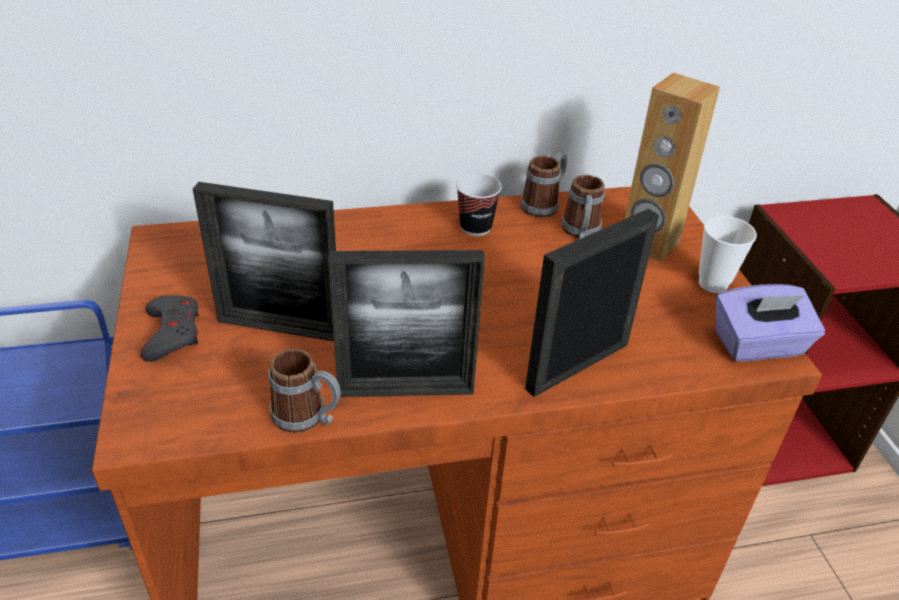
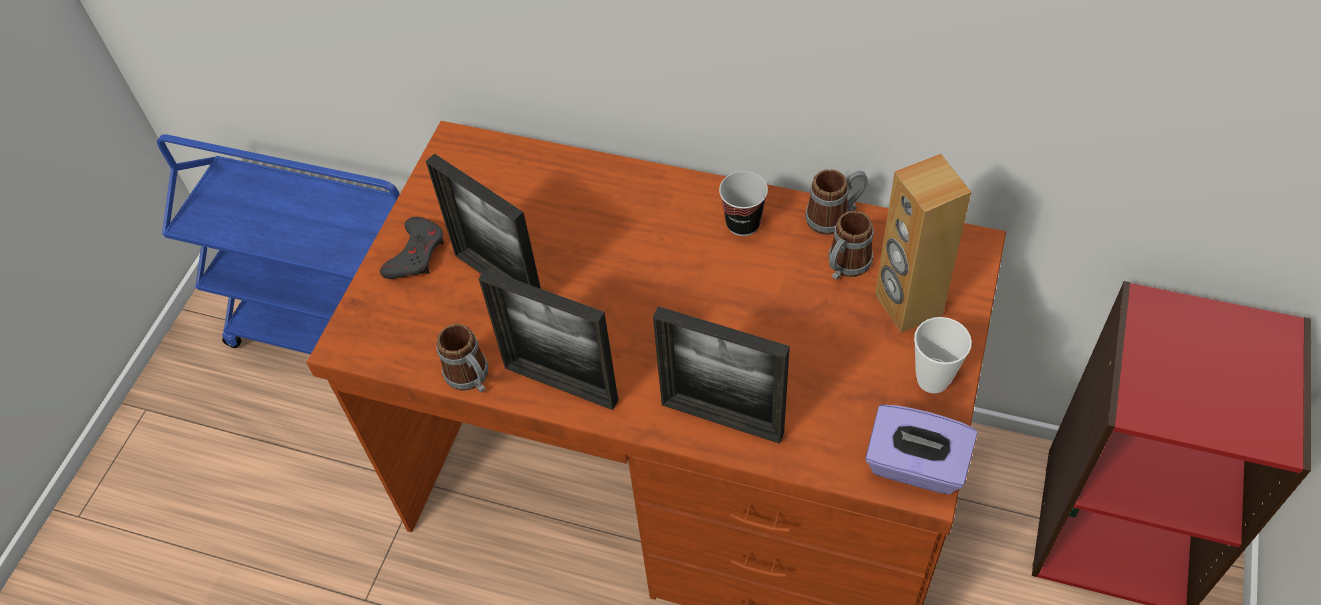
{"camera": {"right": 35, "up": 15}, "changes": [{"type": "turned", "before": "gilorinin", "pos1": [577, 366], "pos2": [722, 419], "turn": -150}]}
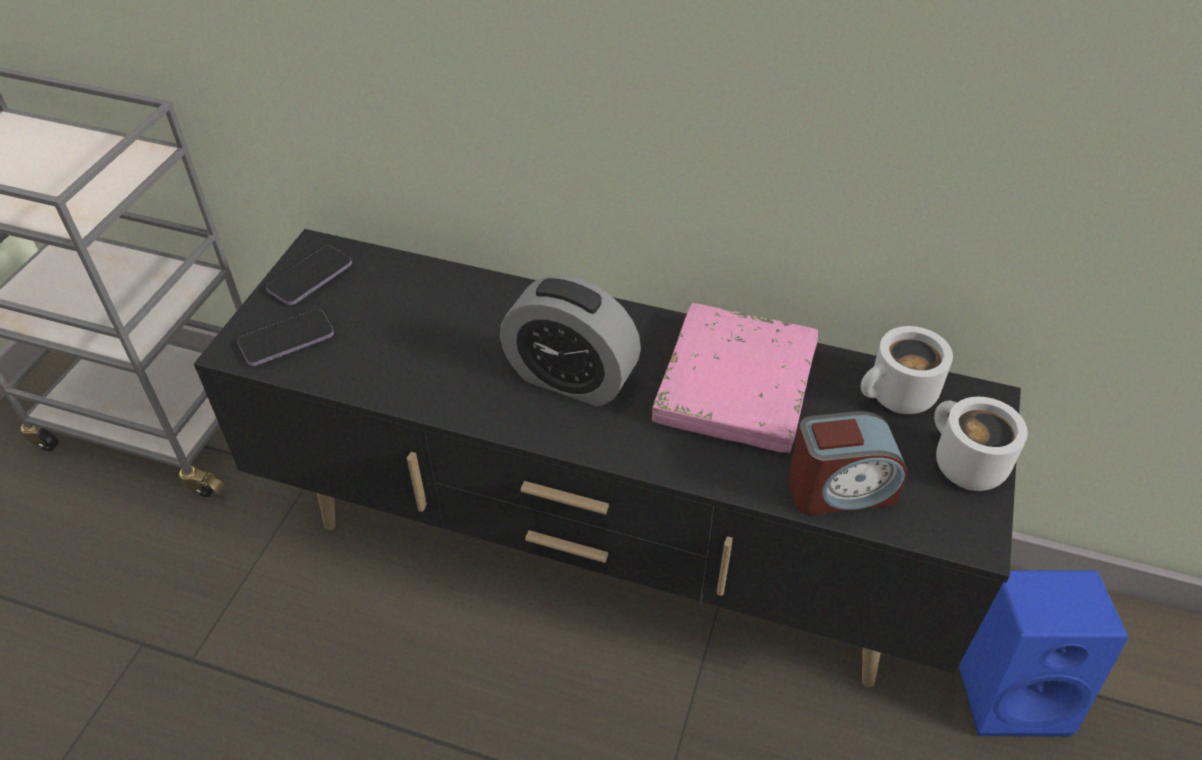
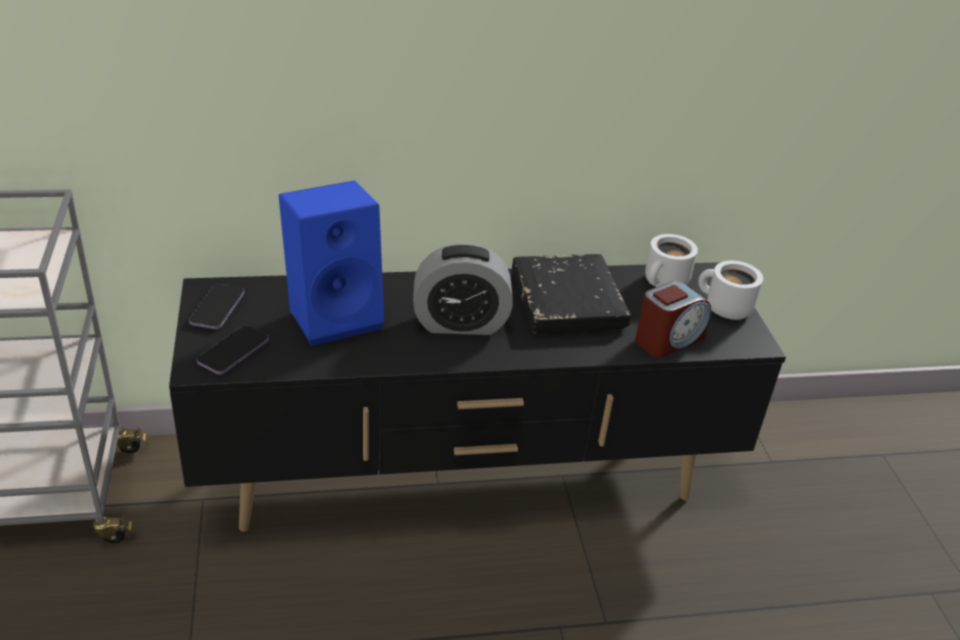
{"camera": {"right": -30, "up": -10}, "changes": [{"type": "moved", "before": "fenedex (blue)", "pos1": [1013, 691], "pos2": [335, 315]}, {"type": "recoloured", "before": "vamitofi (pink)", "after": "vamitofi (black)", "pos1": [736, 385], "pos2": [567, 300]}]}
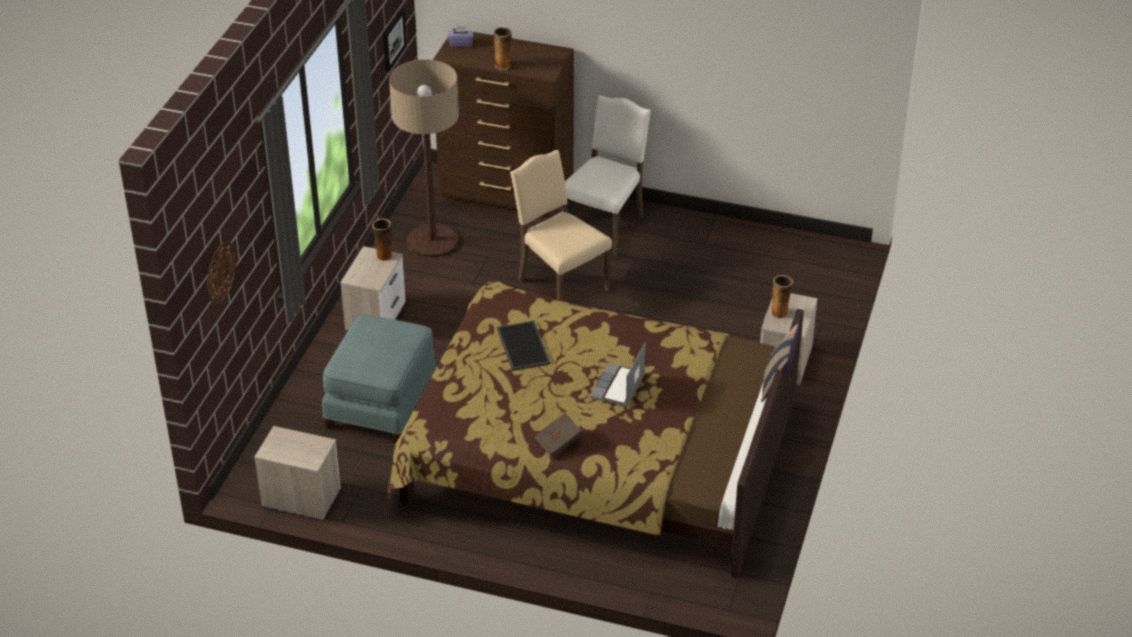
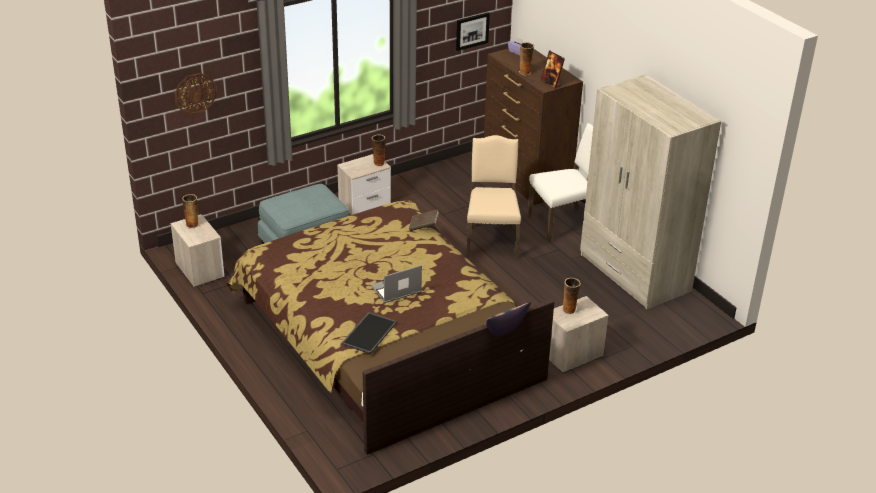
{"camera": {"right": 40, "up": -5}, "changes": [{"type": "removed", "before": "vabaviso", "pos1": [432, 241]}, {"type": "added", "after": "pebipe", "pos2": [192, 224]}, {"type": "added", "after": "gilorinin", "pos2": [551, 83]}, {"type": "added", "after": "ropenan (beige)", "pos2": [634, 273]}, {"type": "moved", "before": "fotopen", "pos1": [522, 345], "pos2": [369, 332]}, {"type": "moved", "before": "vamitofi (brown)", "pos1": [558, 443], "pos2": [423, 226]}]}
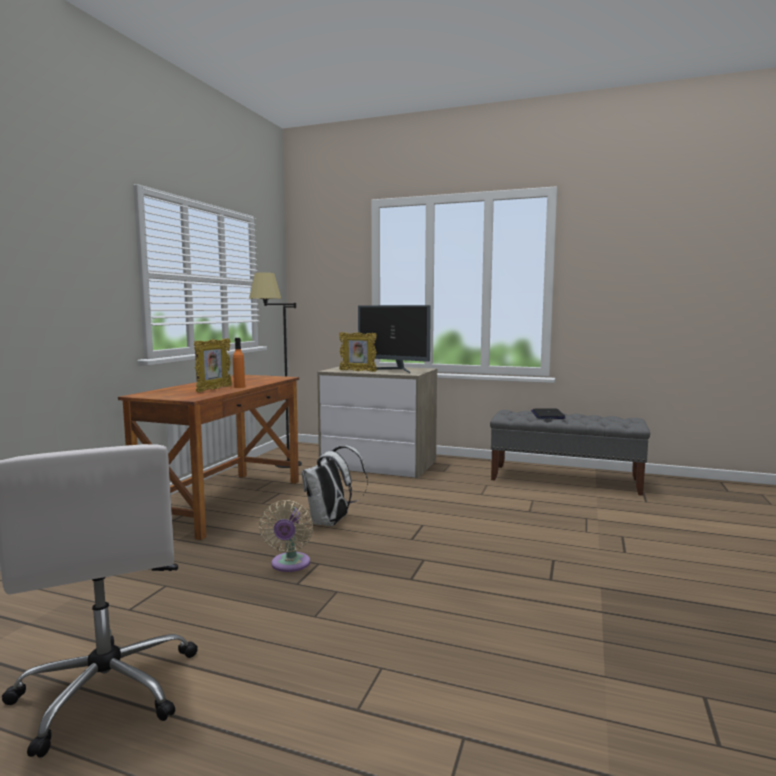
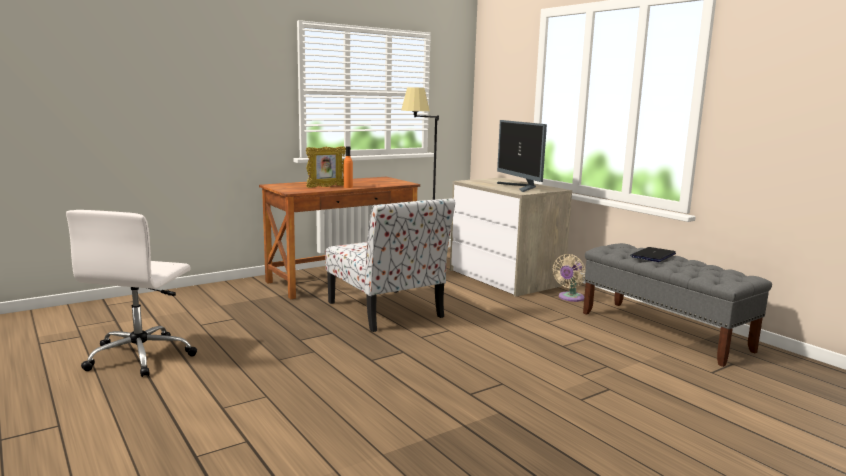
{"camera": {"right": 35, "up": 5}, "changes": [{"type": "removed", "before": "gilorinin", "pos1": [358, 371]}, {"type": "moved", "before": "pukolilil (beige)", "pos1": [289, 565], "pos2": [569, 298]}, {"type": "replaced", "before": "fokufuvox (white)", "after": "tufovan", "pos1": [331, 522], "pos2": [386, 311]}]}
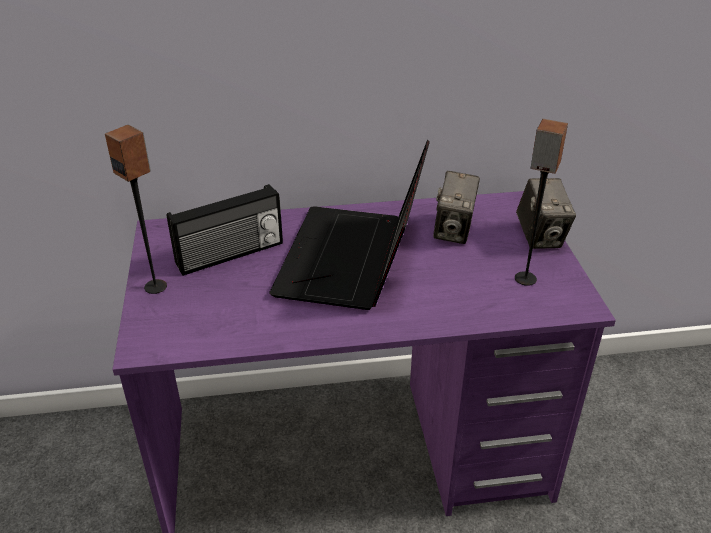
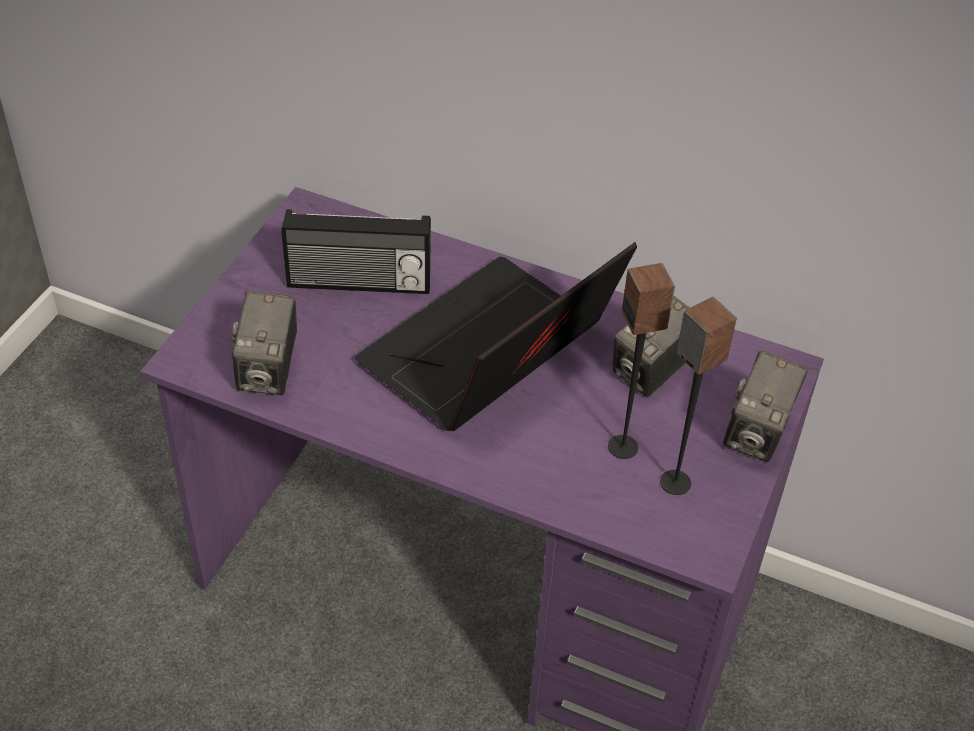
{"camera": {"right": 30, "up": 10}, "changes": [{"type": "added", "after": "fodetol", "pos2": [268, 371]}, {"type": "moved", "before": "fenedex", "pos1": [156, 286], "pos2": [623, 447]}]}
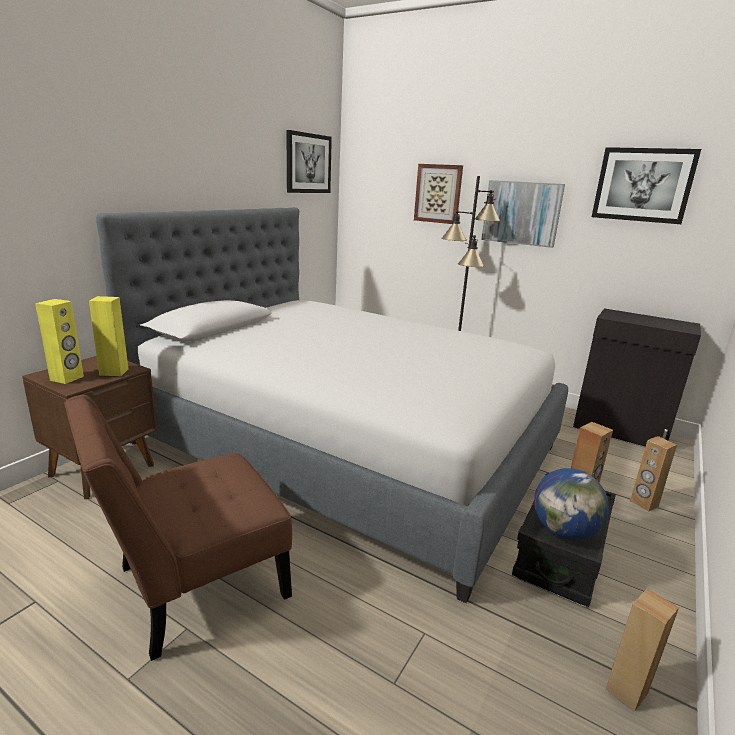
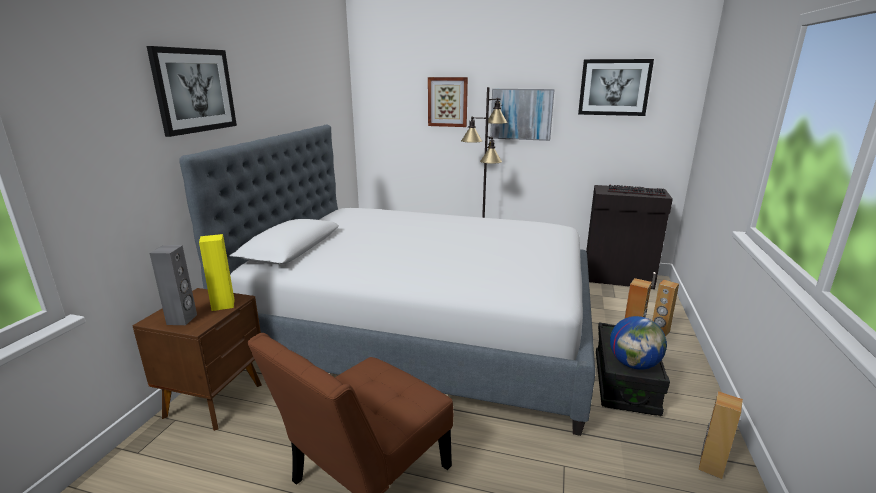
{"camera": {"right": -15, "up": 0}, "changes": [{"type": "added", "after": "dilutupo", "pos2": [636, 192]}, {"type": "moved", "before": "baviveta", "pos1": [308, 163], "pos2": [194, 90]}, {"type": "recoloured", "before": "fenedex (yellow)", "after": "fenedex (grey)", "pos1": [67, 378], "pos2": [182, 319]}]}
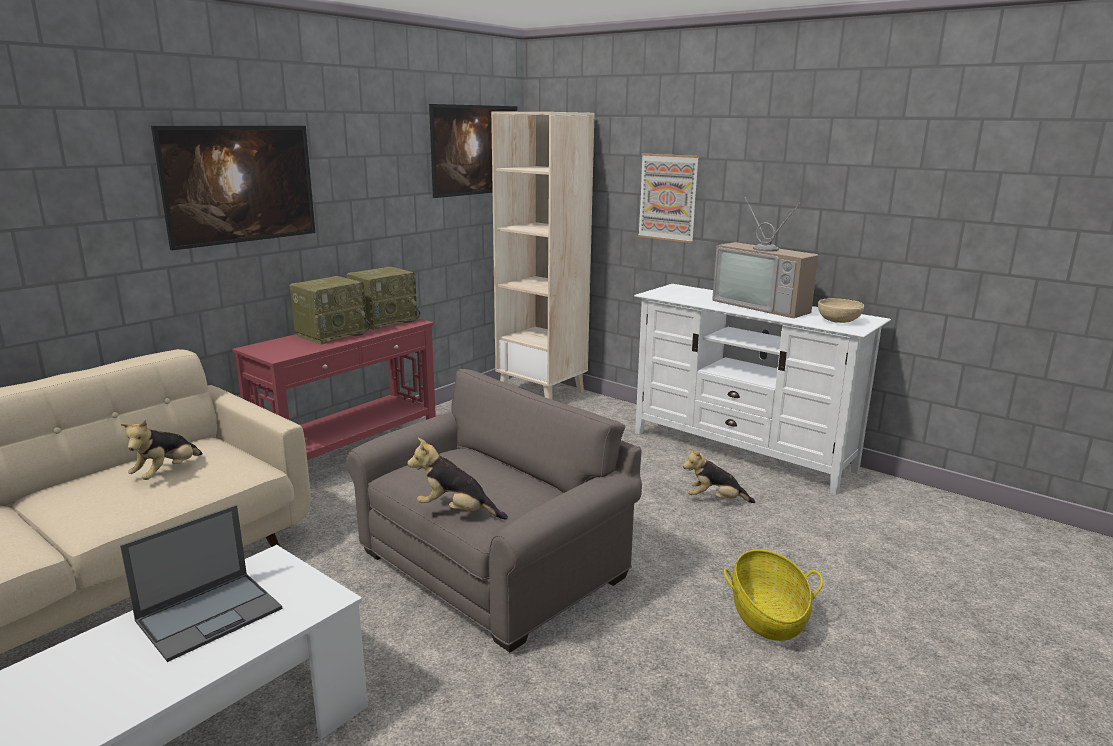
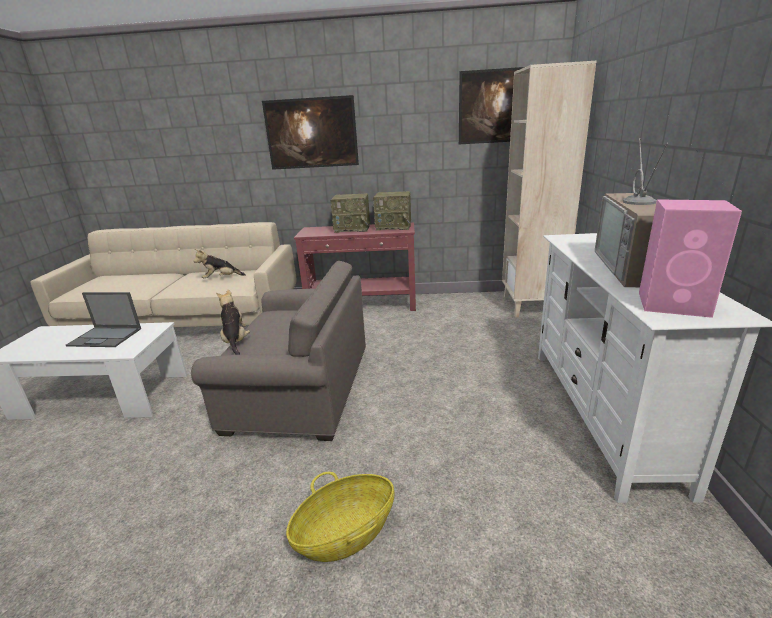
{"camera": {"right": 55, "up": 5}, "changes": [{"type": "removed", "before": "baviveta", "pos1": [668, 197]}, {"type": "removed", "before": "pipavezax", "pos1": [715, 500]}, {"type": "replaced", "before": "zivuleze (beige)", "after": "fenedex (pink)", "pos1": [838, 321], "pos2": [675, 304]}]}
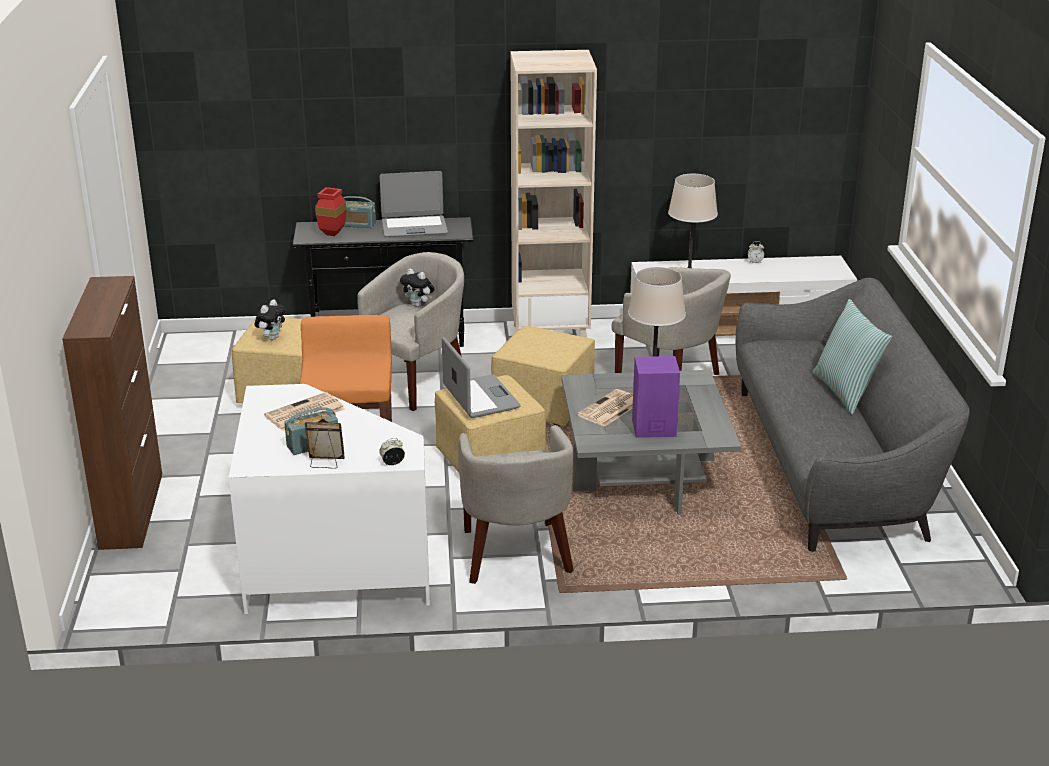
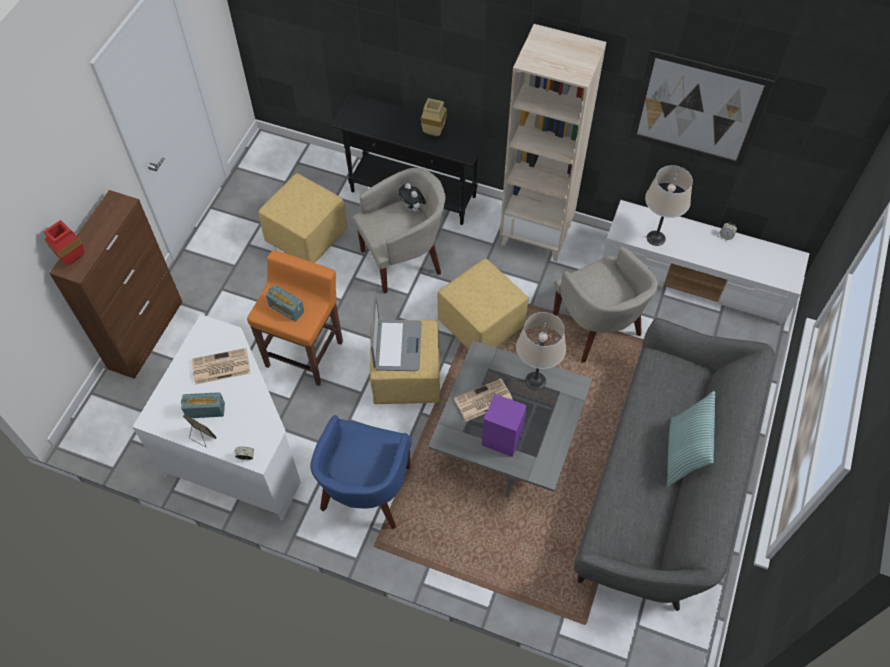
{"camera": {"right": 25, "up": 30}, "changes": [{"type": "removed", "before": "pipavezax", "pos1": [272, 337]}, {"type": "added", "after": "baviveta", "pos2": [697, 110]}, {"type": "moved", "before": "pebipe (red)", "pos1": [332, 233], "pos2": [73, 257]}, {"type": "moved", "before": "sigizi", "pos1": [356, 224], "pos2": [286, 309]}, {"type": "replaced", "before": "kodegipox", "after": "pebipe (beige)", "pos1": [414, 227], "pos2": [435, 132]}, {"type": "recoloured", "before": "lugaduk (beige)", "after": "lugaduk (blue)", "pos1": [515, 555], "pos2": [366, 492]}]}
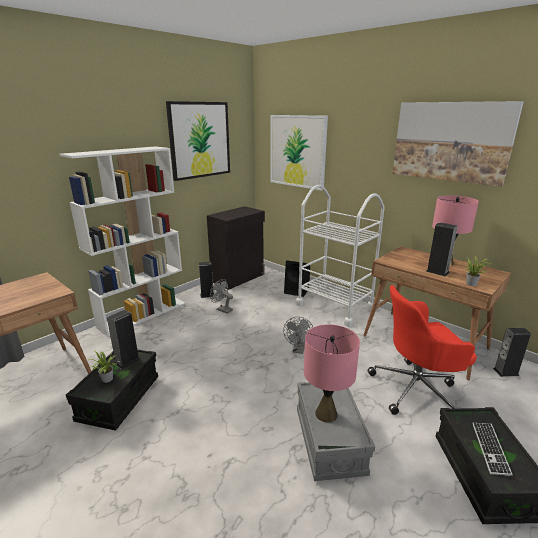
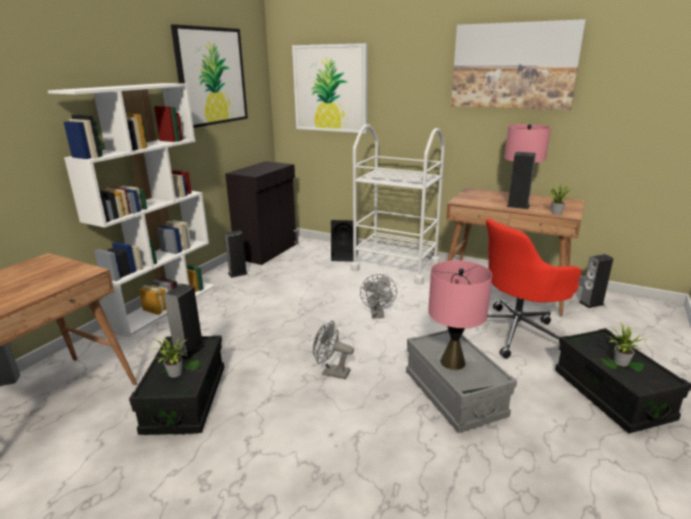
{"camera": {"right": -15, "up": 0}, "changes": [{"type": "moved", "before": "pukolilil (grey)", "pos1": [222, 309], "pos2": [331, 372]}, {"type": "replaced", "before": "dilutupo", "after": "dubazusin", "pos1": [490, 448], "pos2": [619, 362]}]}
